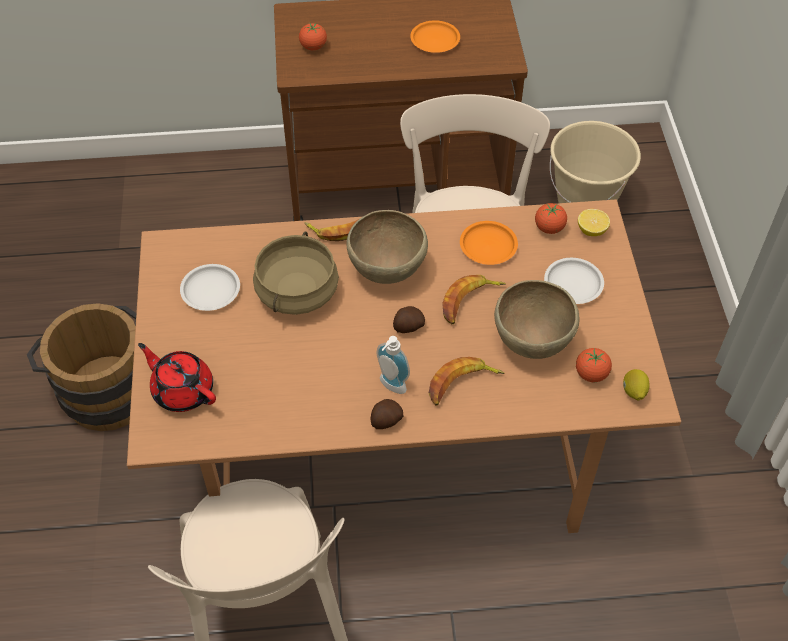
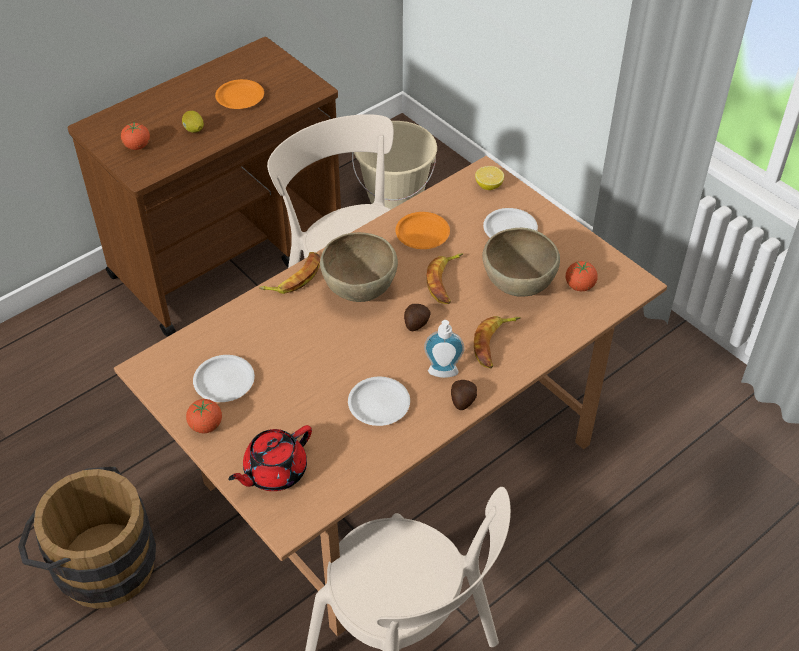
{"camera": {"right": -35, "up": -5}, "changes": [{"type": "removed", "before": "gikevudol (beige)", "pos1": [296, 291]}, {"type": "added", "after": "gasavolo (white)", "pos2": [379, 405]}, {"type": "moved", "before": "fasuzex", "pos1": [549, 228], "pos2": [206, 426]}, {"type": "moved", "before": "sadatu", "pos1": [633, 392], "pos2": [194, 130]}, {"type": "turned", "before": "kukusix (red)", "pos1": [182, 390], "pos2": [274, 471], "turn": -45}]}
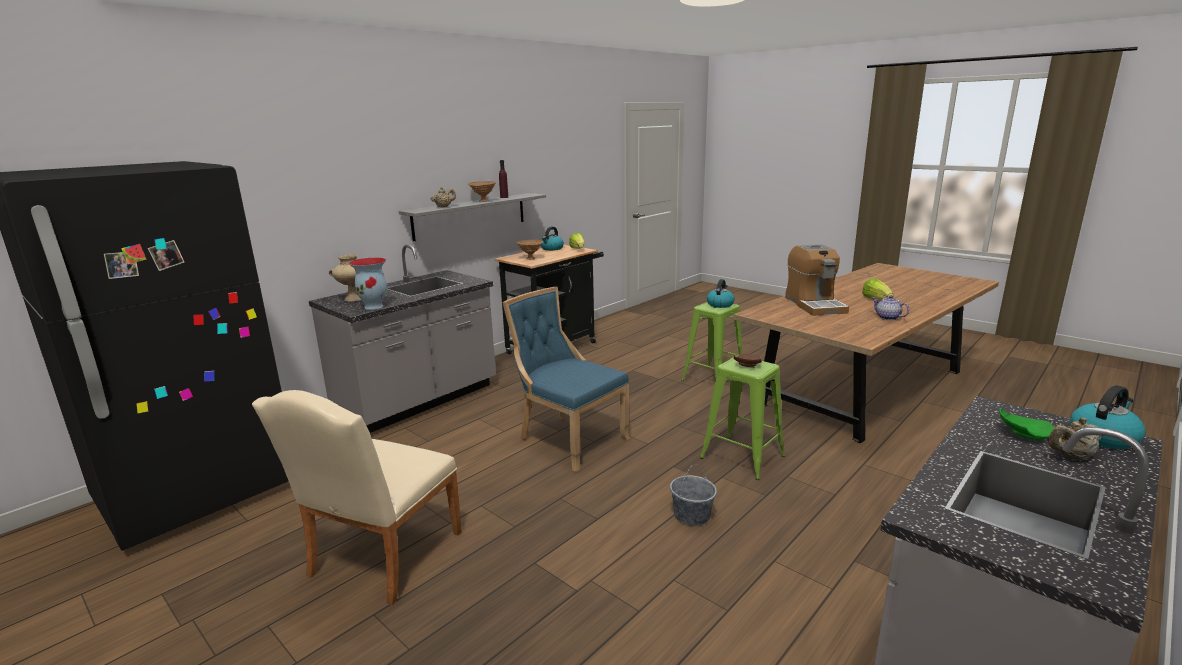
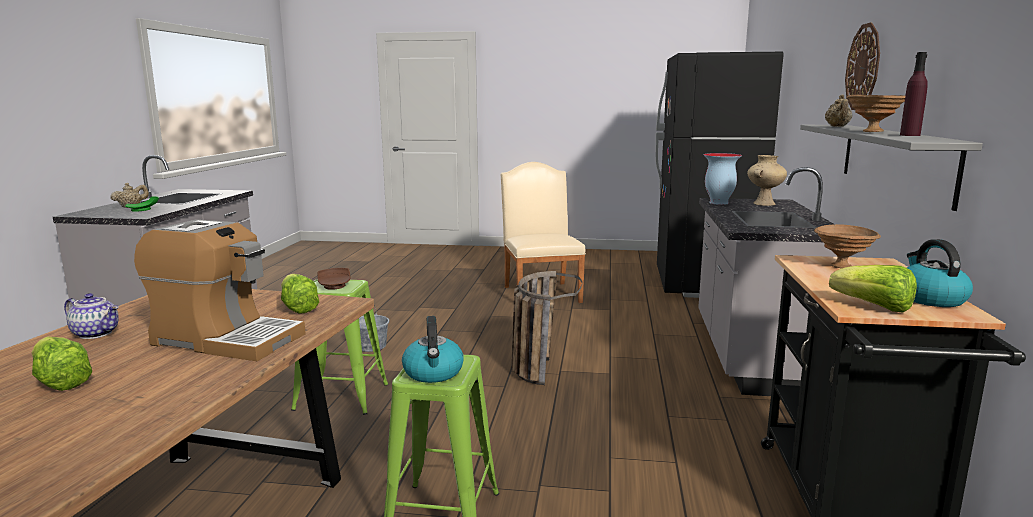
{"camera": {"right": 145, "up": -5}, "changes": [{"type": "removed", "before": "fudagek", "pos1": [1103, 437]}, {"type": "added", "after": "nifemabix", "pos2": [298, 308]}, {"type": "added", "after": "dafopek", "pos2": [863, 67]}, {"type": "replaced", "before": "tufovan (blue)", "after": "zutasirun", "pos1": [568, 439], "pos2": [538, 366]}, {"type": "turned", "before": "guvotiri", "pos1": [814, 305], "pos2": [226, 339], "turn": 150}]}
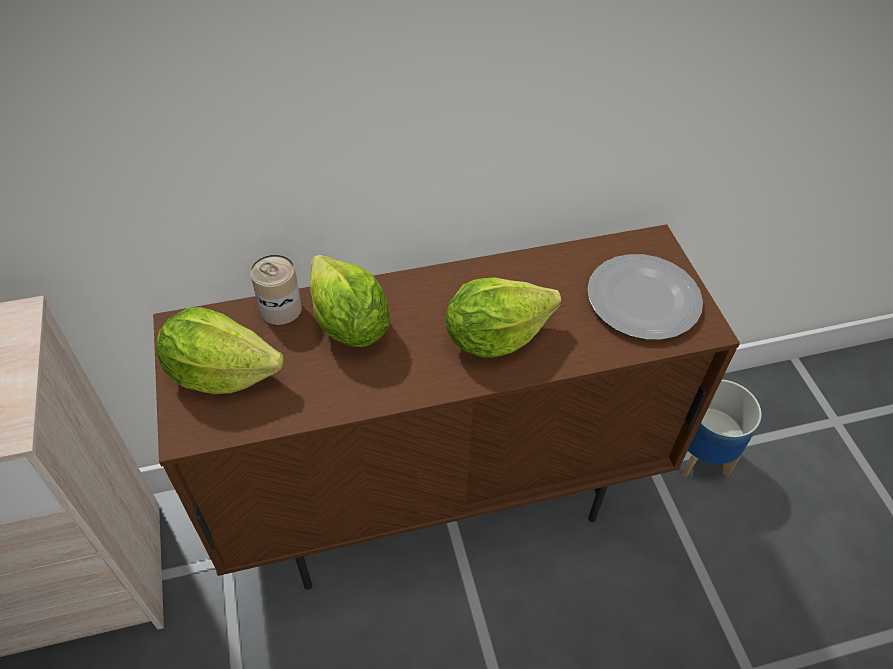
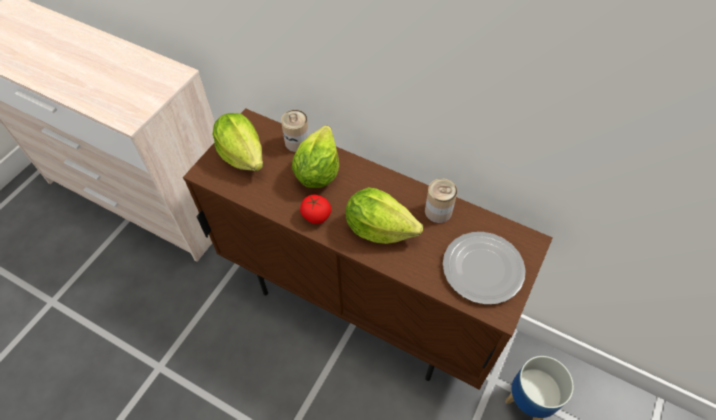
{"camera": {"right": 45, "up": 5}, "changes": [{"type": "added", "after": "fasuzex", "pos2": [316, 216]}, {"type": "added", "after": "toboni", "pos2": [438, 211]}]}
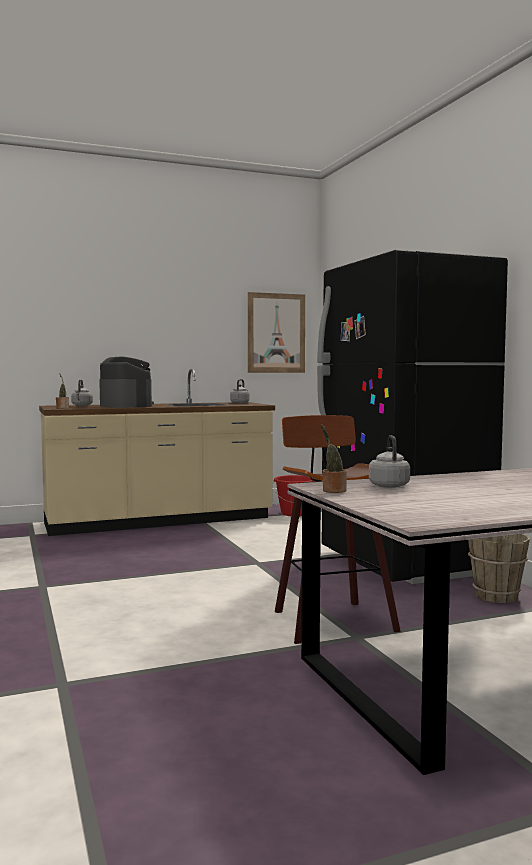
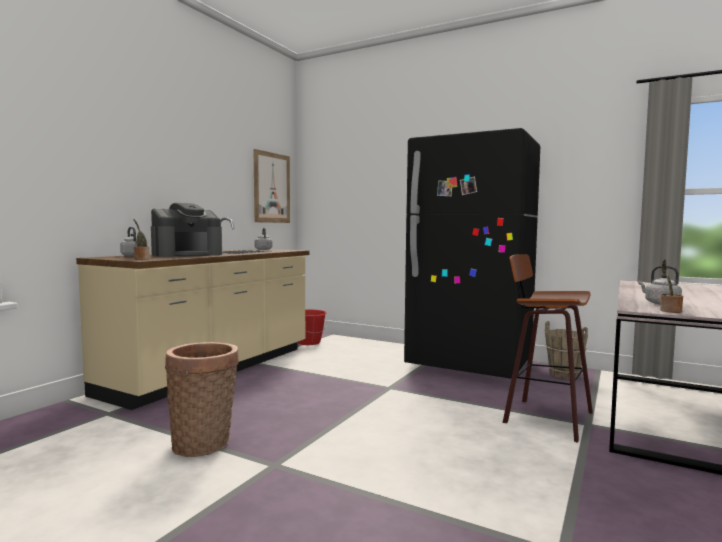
{"camera": {"right": -40, "up": 0}, "changes": [{"type": "added", "after": "zutasirun", "pos2": [204, 443]}, {"type": "turned", "before": "guvotiri", "pos1": [125, 405], "pos2": [187, 255], "turn": 120}]}
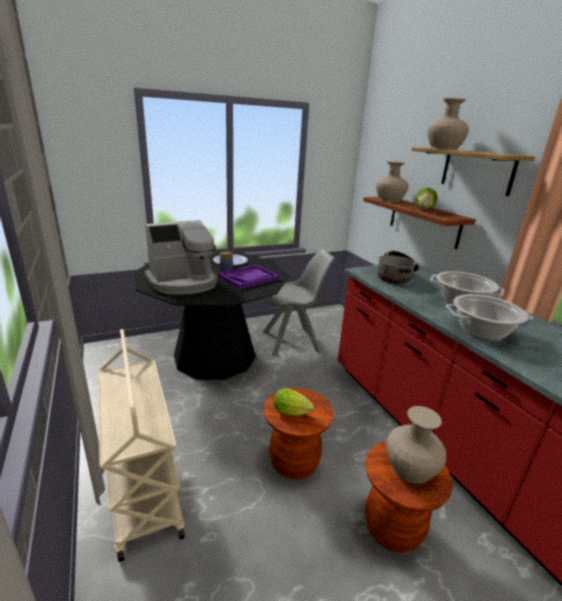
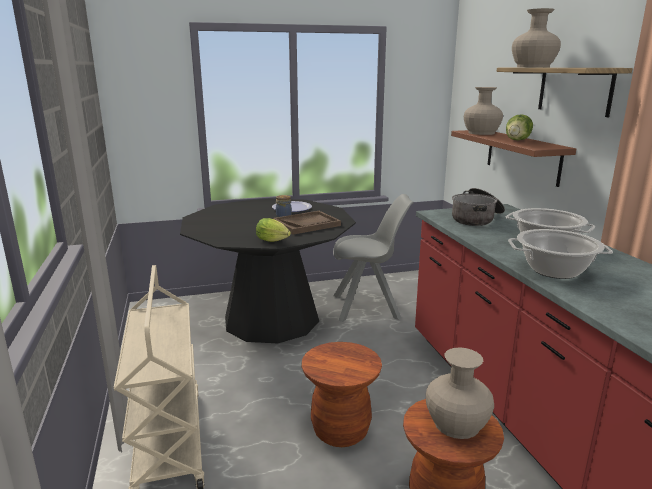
{"camera": {"right": 10, "up": -5}, "changes": [{"type": "removed", "before": "guvotiri", "pos1": [183, 282]}, {"type": "moved", "before": "nifemabix", "pos1": [293, 412], "pos2": [274, 241]}, {"type": "recoloured", "before": "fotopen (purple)", "after": "fotopen (brown)", "pos1": [248, 278], "pos2": [306, 224]}]}
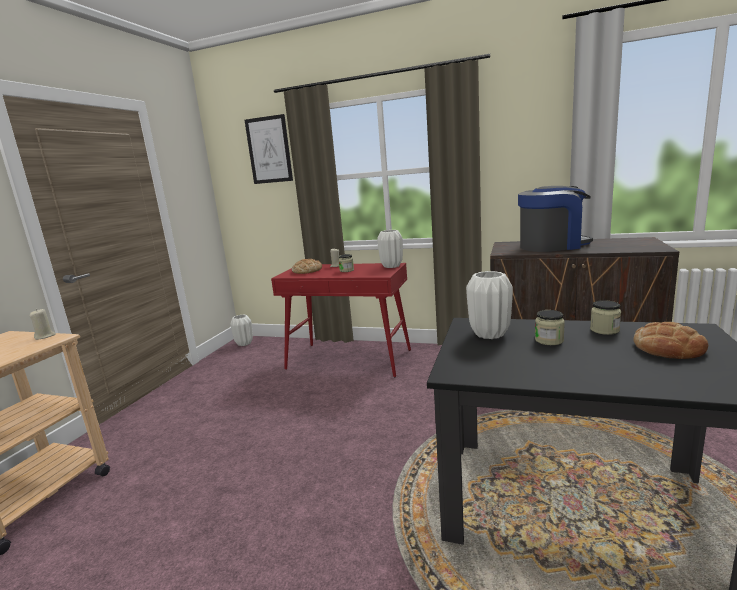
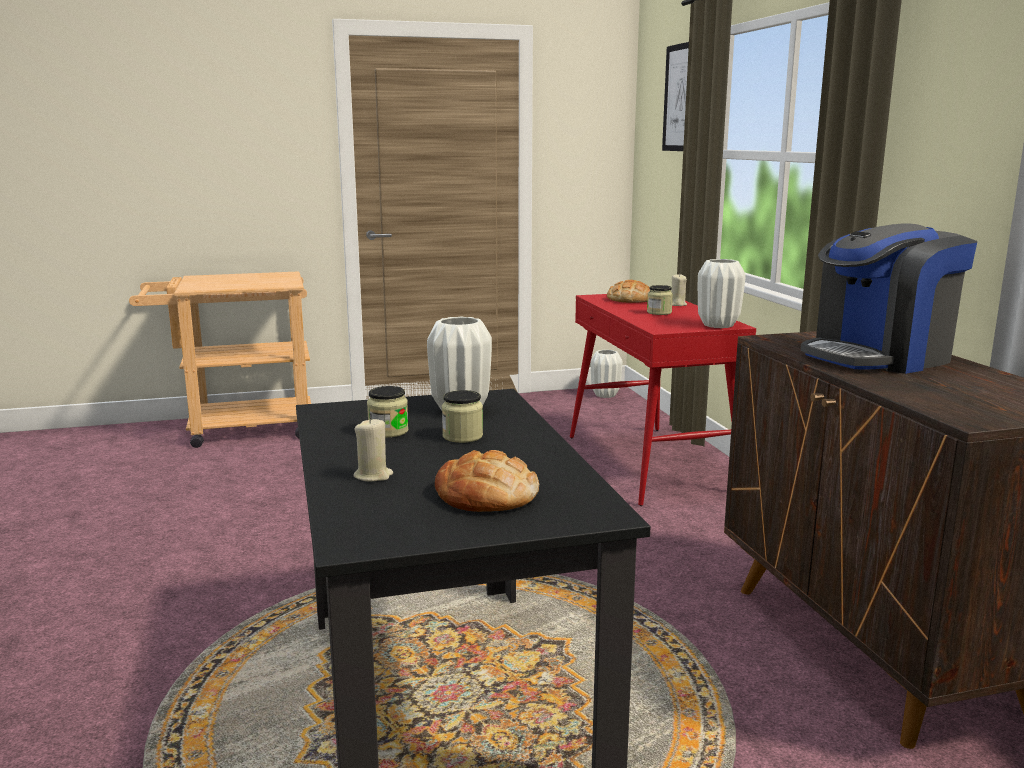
{"camera": {"right": 55, "up": 0}, "changes": [{"type": "moved", "before": "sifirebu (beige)", "pos1": [45, 336], "pos2": [373, 476]}, {"type": "moved", "before": "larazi", "pos1": [604, 330], "pos2": [388, 431]}, {"type": "turned", "before": "guvotiri", "pos1": [552, 246], "pos2": [879, 357], "turn": 105}]}
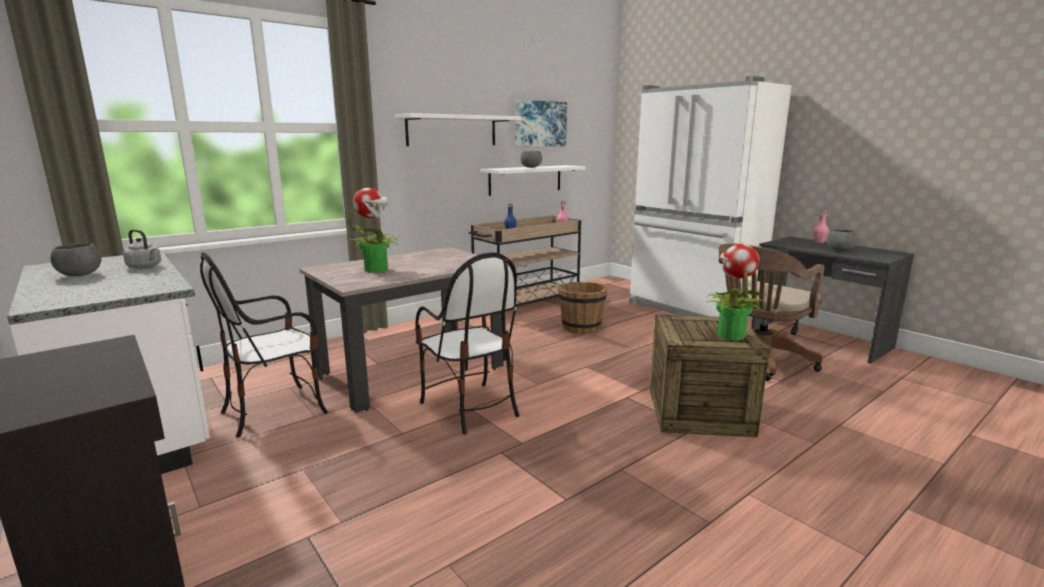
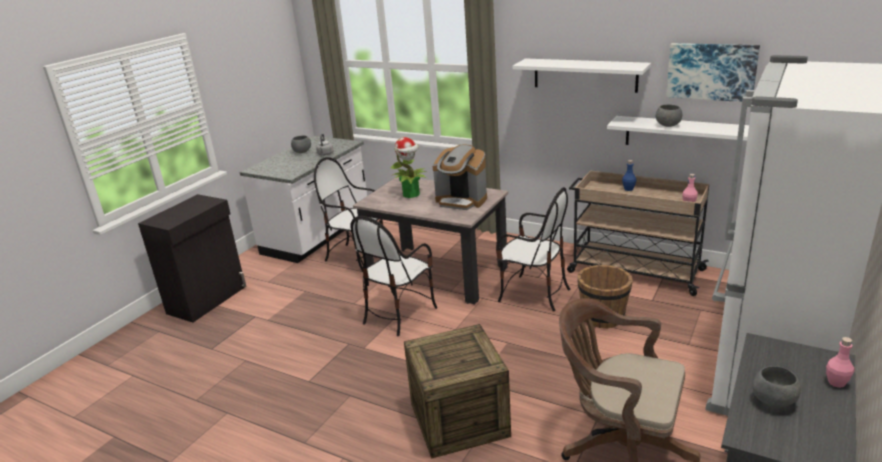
{"camera": {"right": 70, "up": 10}, "changes": [{"type": "removed", "before": "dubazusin", "pos1": [730, 335]}, {"type": "added", "after": "guvotiri", "pos2": [461, 201]}, {"type": "added", "after": "tufovan", "pos2": [533, 294]}]}
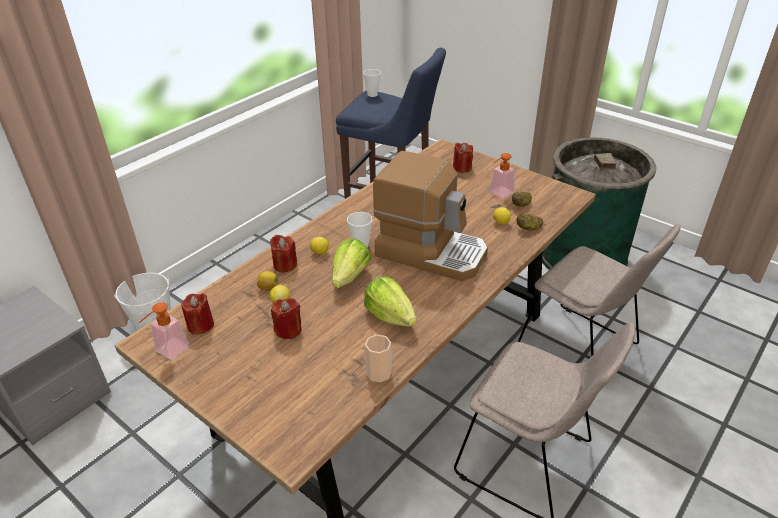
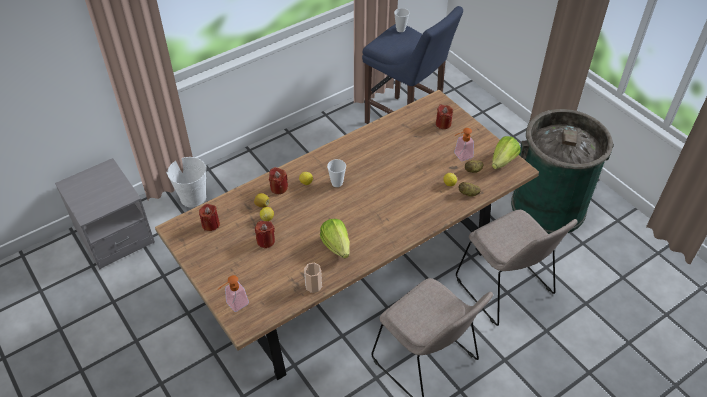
{"camera": {"right": 15, "up": 10}, "changes": [{"type": "removed", "before": "guvotiri", "pos1": [431, 251]}, {"type": "moved", "before": "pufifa", "pos1": [168, 352], "pos2": [234, 305]}, {"type": "moved", "before": "nifemabix", "pos1": [350, 277], "pos2": [503, 161]}]}
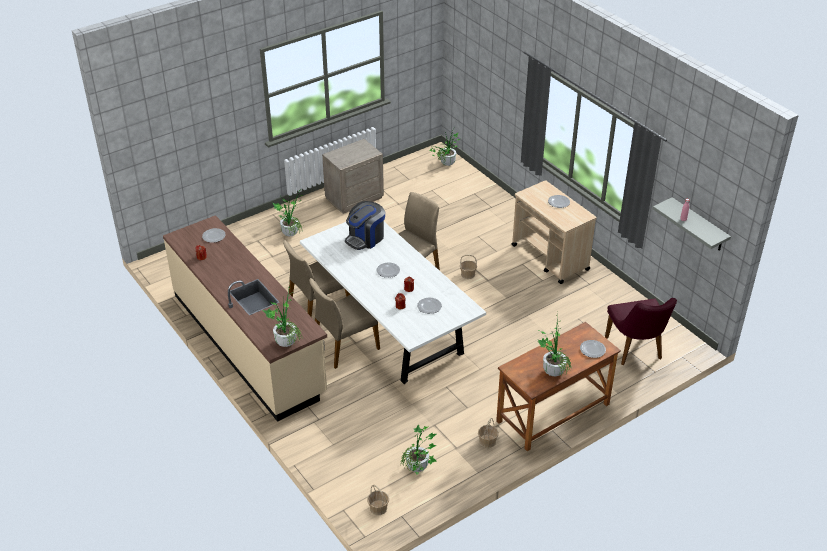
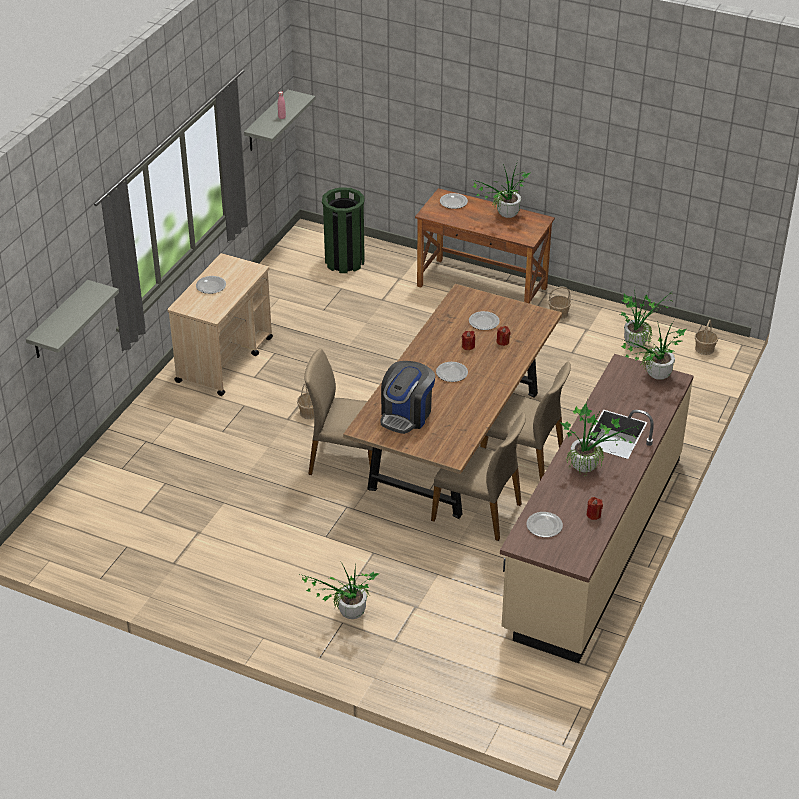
{"camera": {"right": -120, "up": 0}, "changes": [{"type": "removed", "before": "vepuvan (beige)", "pos1": [354, 198]}, {"type": "added", "after": "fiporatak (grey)", "pos2": [59, 321]}, {"type": "moved", "before": "dubazusin", "pos1": [446, 165], "pos2": [590, 467]}, {"type": "replaced", "before": "tufovan (purple)", "after": "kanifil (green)", "pos1": [636, 351], "pos2": [345, 261]}, {"type": "recoloured", "before": "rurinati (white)", "after": "rurinati (brown)", "pos1": [390, 325], "pos2": [455, 439]}, {"type": "turned", "before": "guvotiri", "pos1": [365, 238], "pos2": [406, 415], "turn": 105}]}
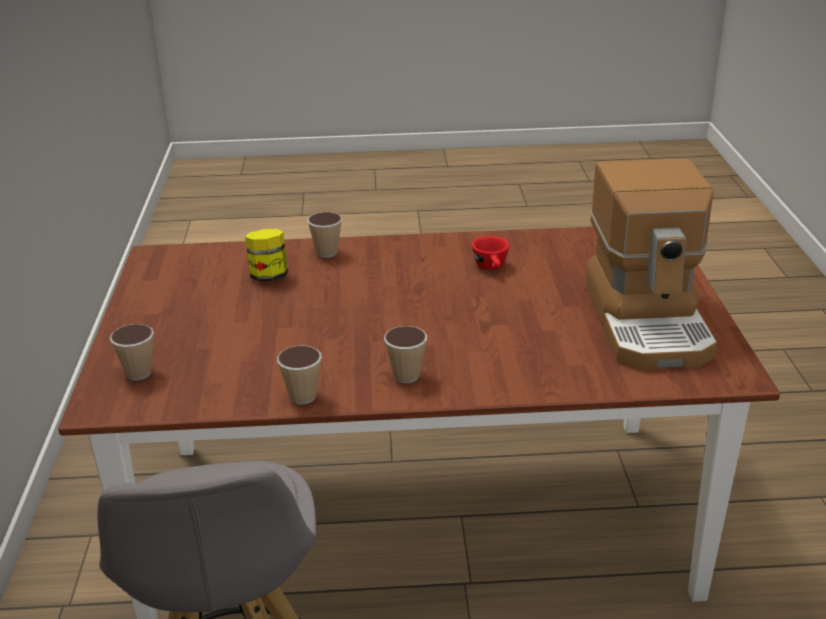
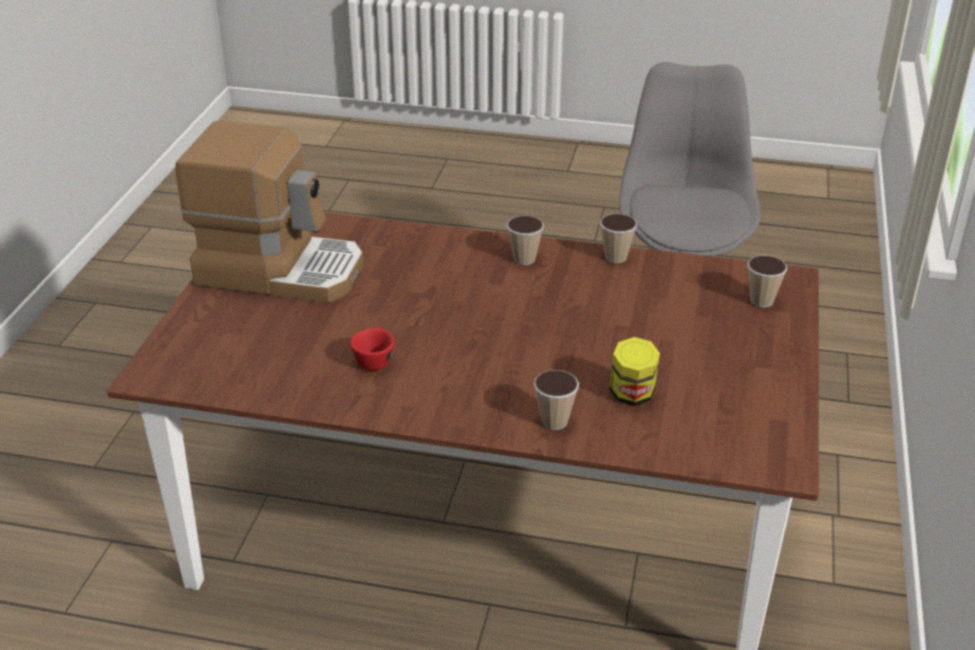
{"camera": {"right": -165, "up": 5}, "changes": [{"type": "turned", "before": "guvotiri", "pos1": [649, 322], "pos2": [280, 269], "turn": 90}]}
